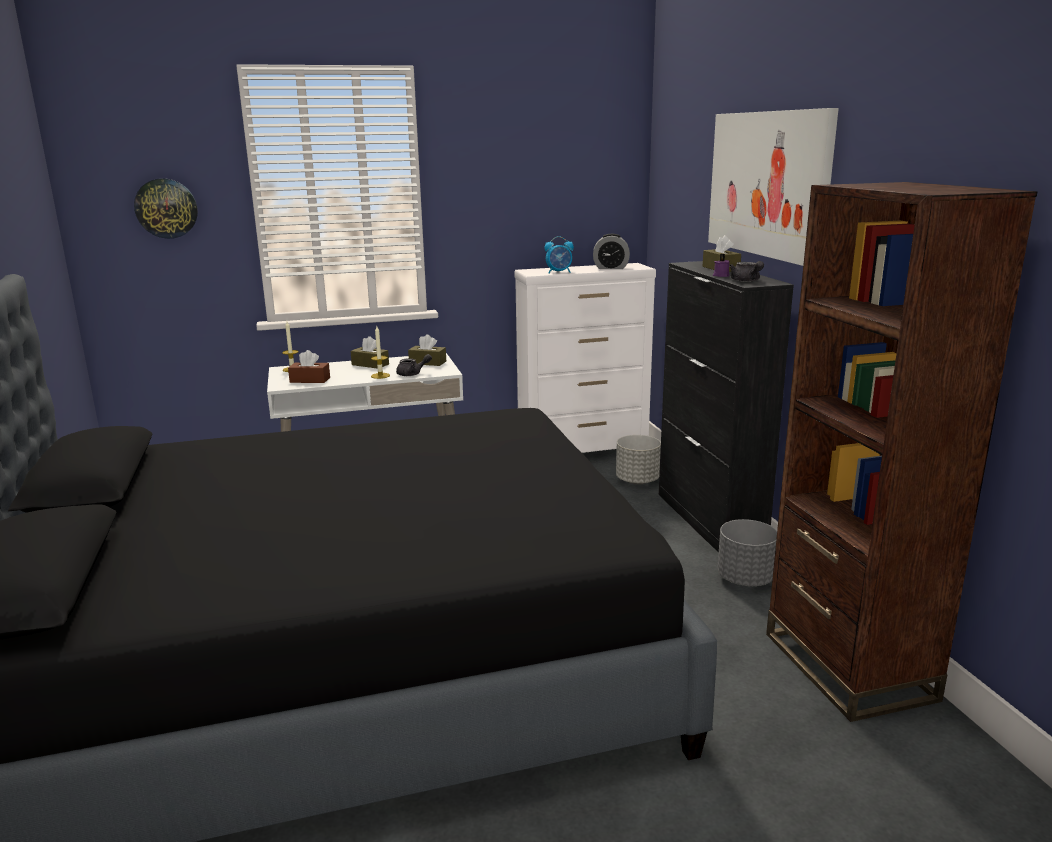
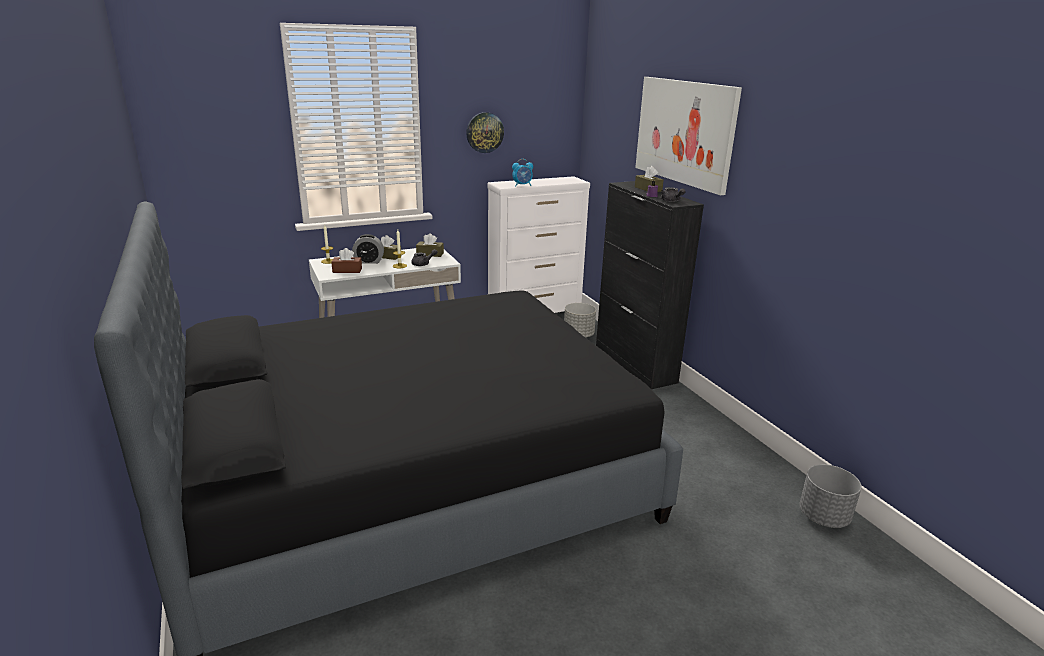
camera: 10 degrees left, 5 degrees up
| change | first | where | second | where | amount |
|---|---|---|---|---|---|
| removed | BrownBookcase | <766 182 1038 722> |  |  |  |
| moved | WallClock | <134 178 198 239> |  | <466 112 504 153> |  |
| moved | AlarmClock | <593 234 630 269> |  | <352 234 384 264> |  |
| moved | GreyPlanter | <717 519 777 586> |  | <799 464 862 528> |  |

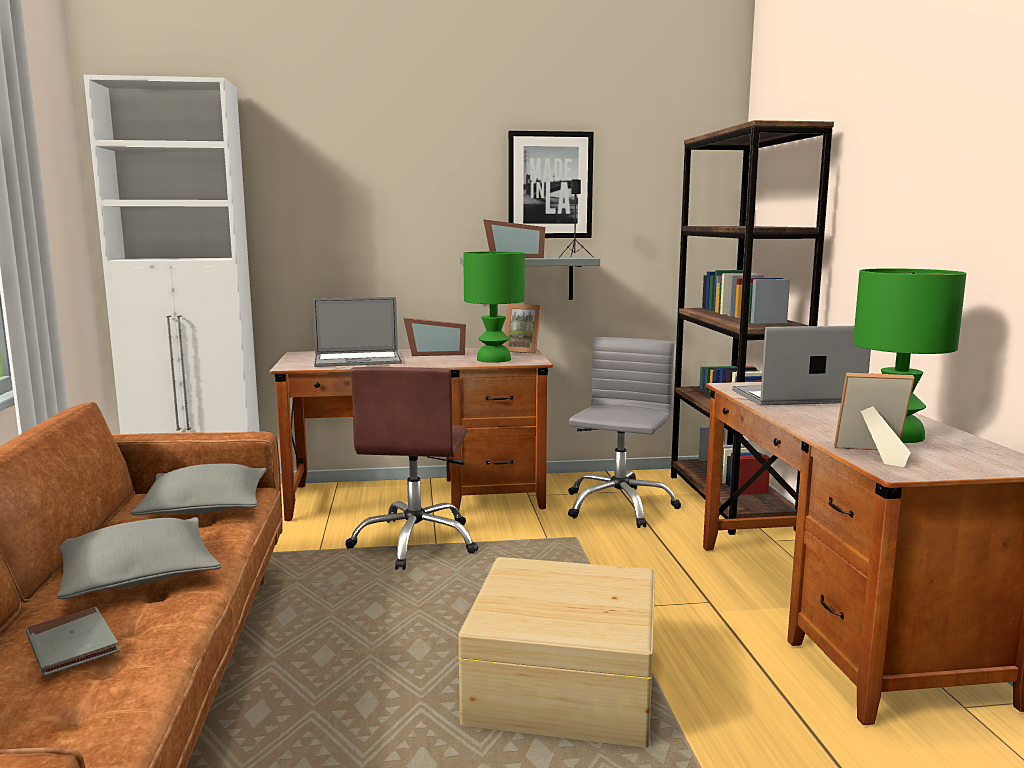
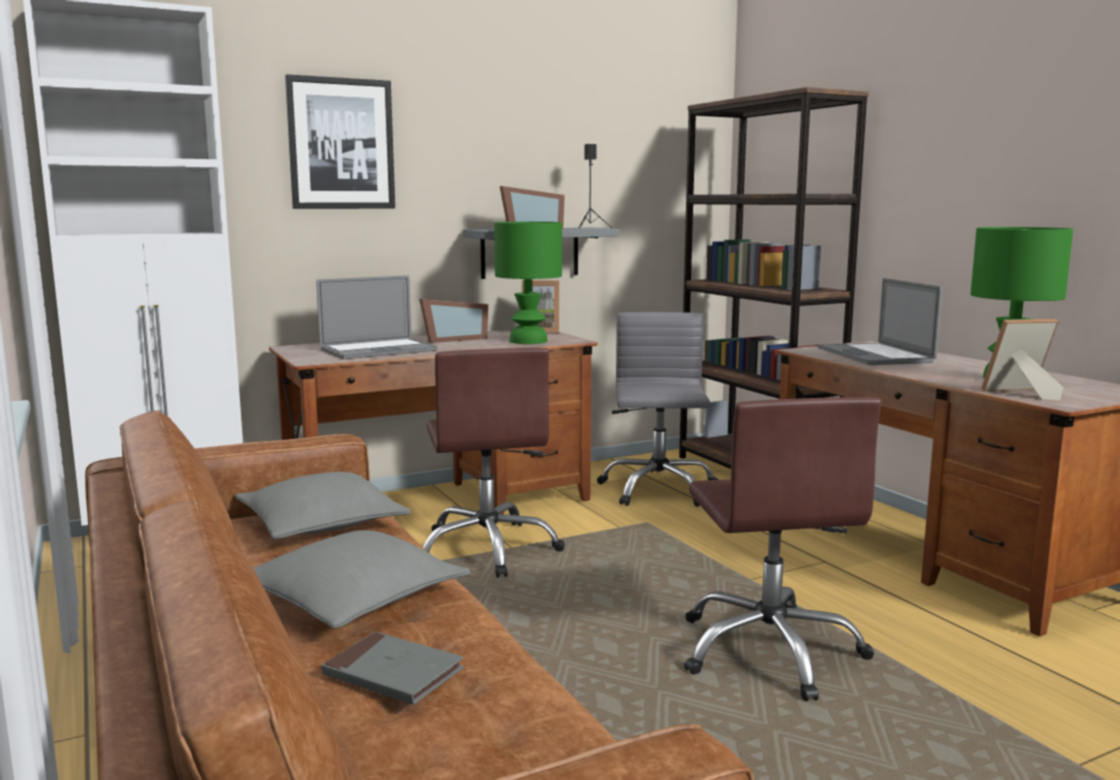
camera: 20 degrees left, 0 degrees up
| change | first | where | second | where | amount |
|---|---|---|---|---|---|
| moved | Picture | <508 131 594 238> |  | <285 74 395 209> |  |
| replaced | BeigeStorageBox | <458 557 655 748> | BrownOfficeChair | <684 397 882 701> |  |
| turned | Laptop | <732 326 871 405> |  | <818 278 942 365> | 75 degrees counterclockwise |

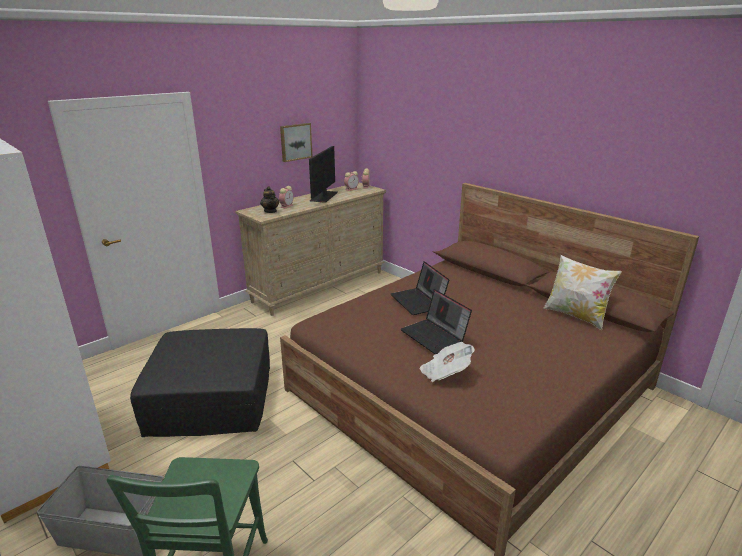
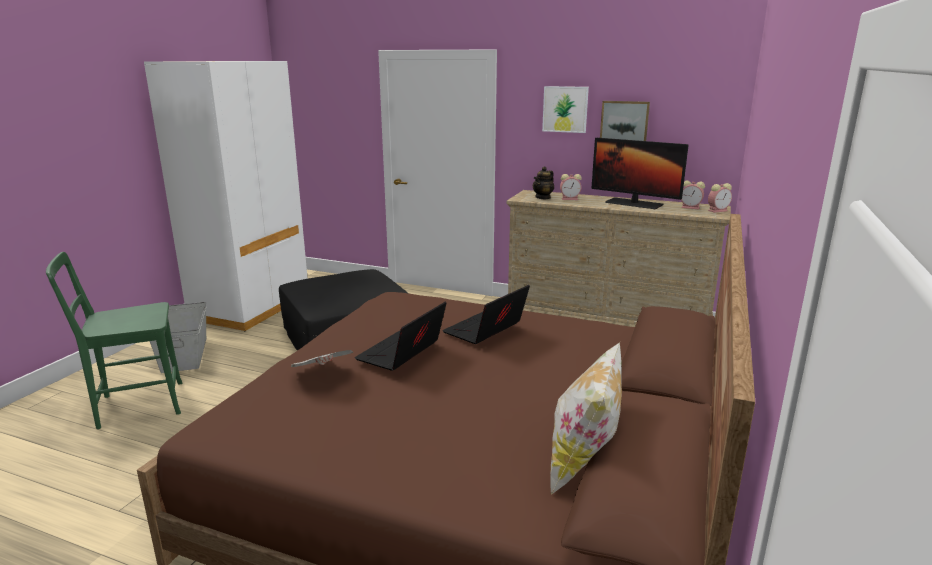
camera: 65 degrees right, 5 degrees down
| change | first | where | second | where | amount |
|---|---|---|---|---|---|
| added |  |  | Picture | <542 86 589 133> |  |
| turned | Monitor | <309 146 338 203> |  | <592 138 689 209> | 135 degrees counterclockwise |

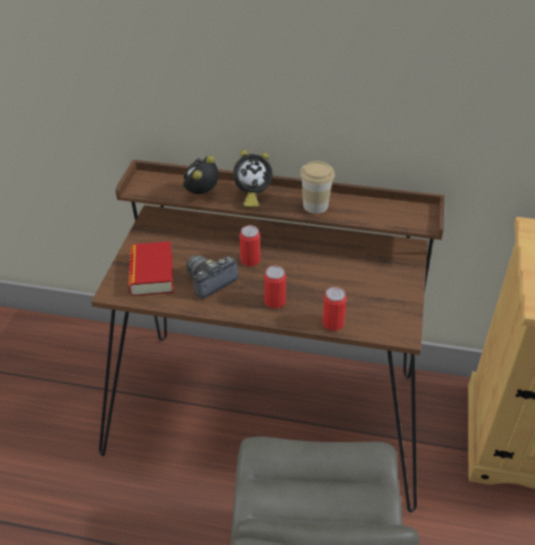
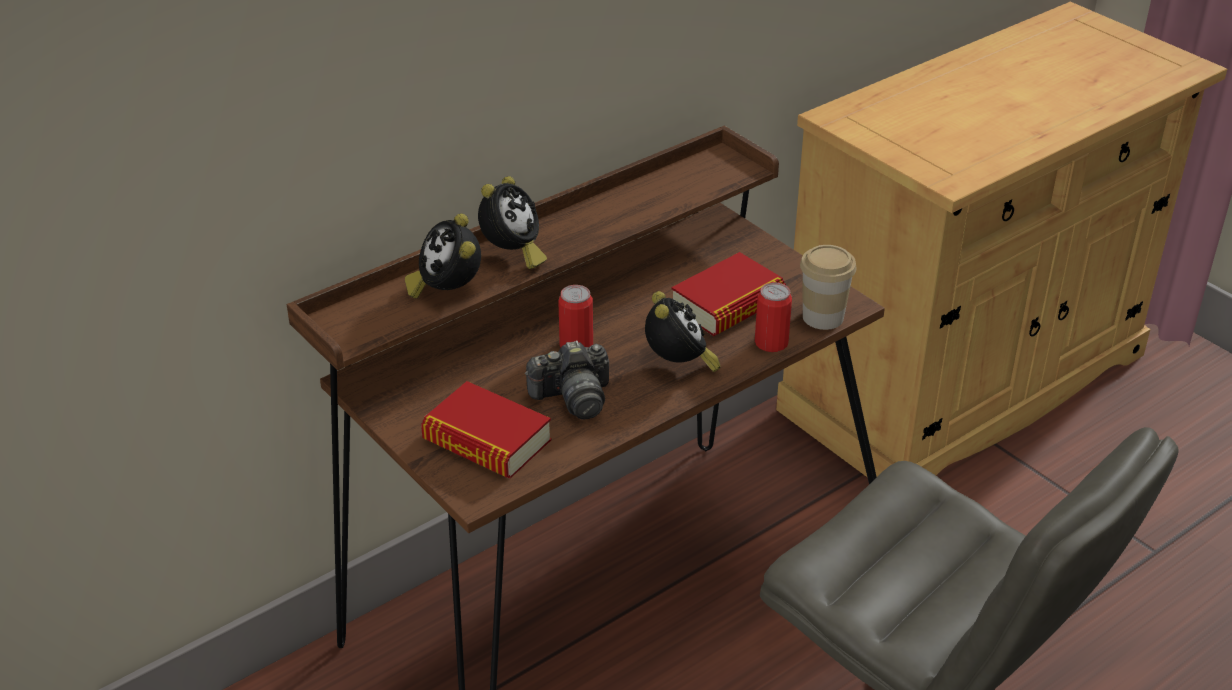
camera: 50 degrees left, 5 degrees down
| change | first | where | second | where | amount |
|---|---|---|---|---|---|
| added |  |  | Book | <672 252 786 336> |  |
| moved | Cup | <300 161 335 214> |  | <800 245 856 330> |  |
| replaced | Can | <264 266 286 309> | AlarmClock | <645 291 721 372> |  |
| turned | PhotoCamera | <186 255 238 299> |  | <525 341 609 420> | 105 degrees counterclockwise |

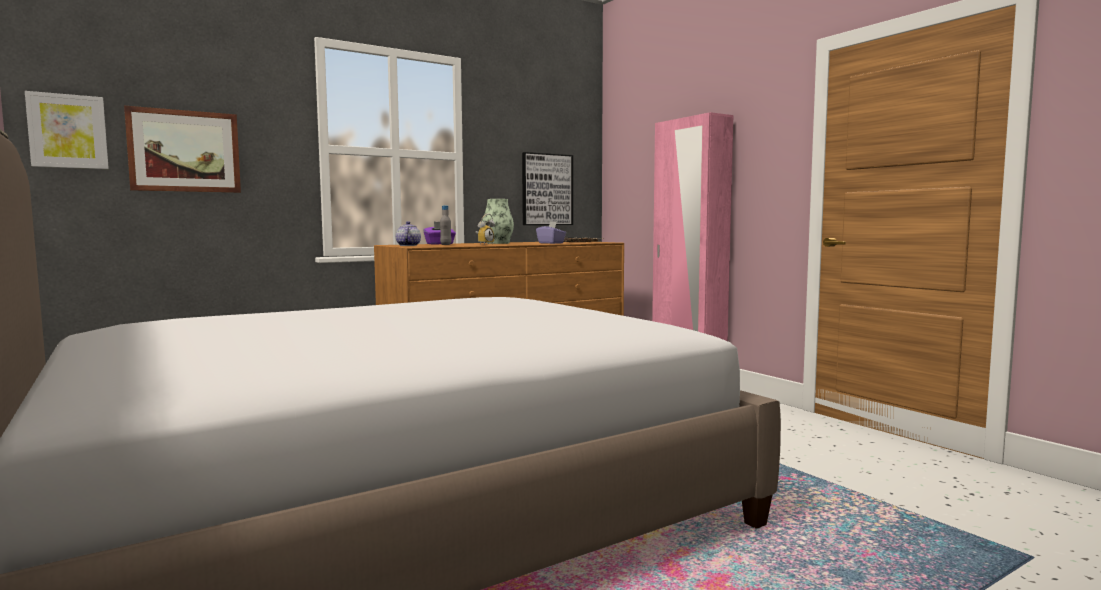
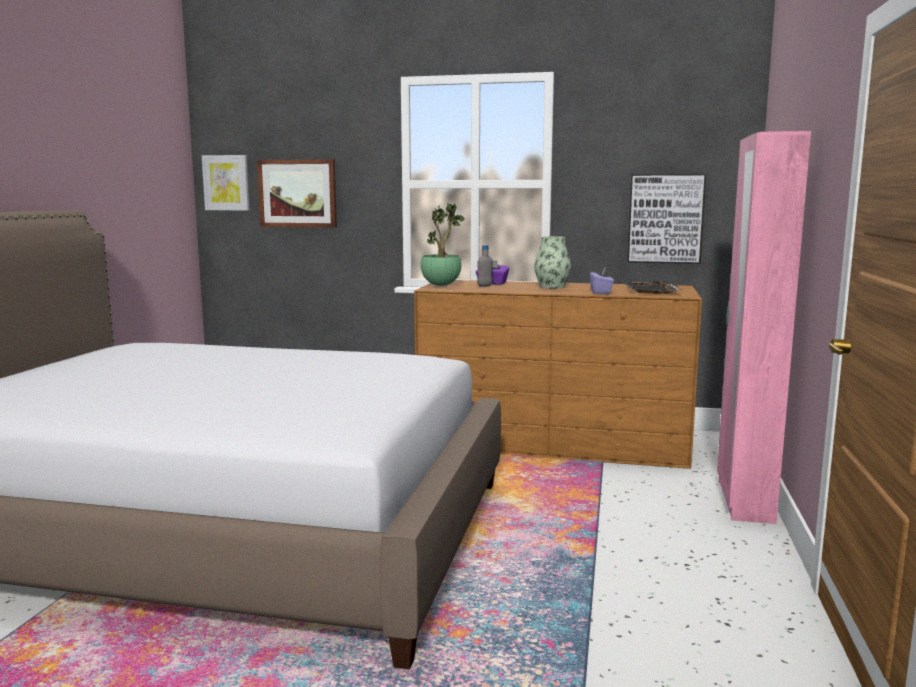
camera: 45 degrees right, 5 degrees up
| change | first | where | second | where | amount |
|---|---|---|---|---|---|
| removed | AlarmClock | <475 214 495 244> |  |  |  |
| replaced | Teapot | <396 221 421 246> | PottedPlant | <421 204 465 286> |  |

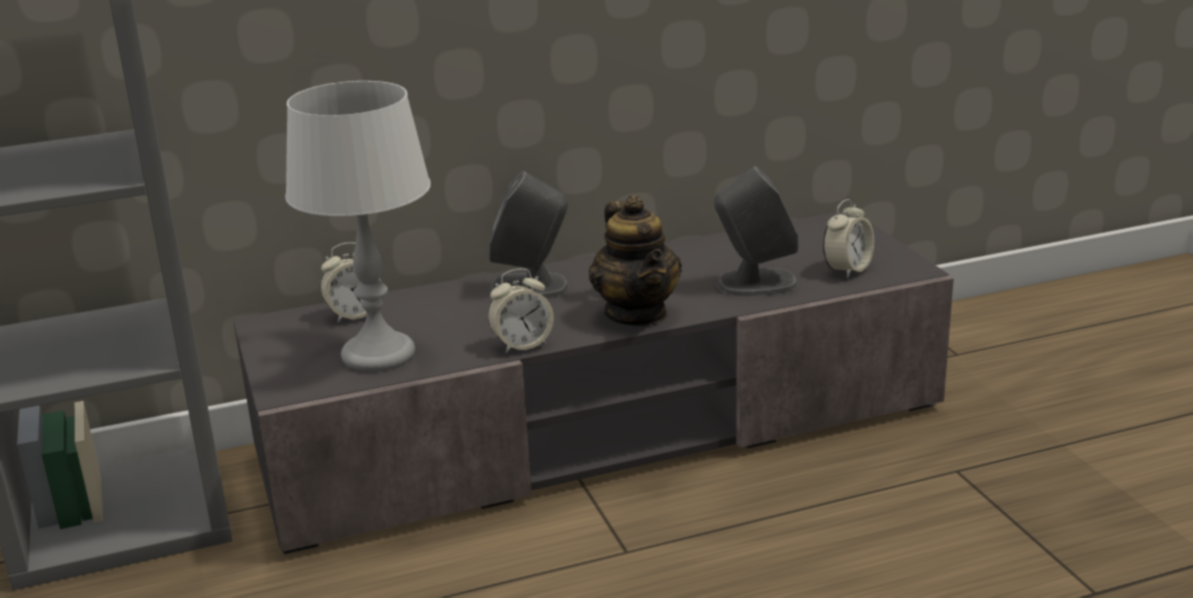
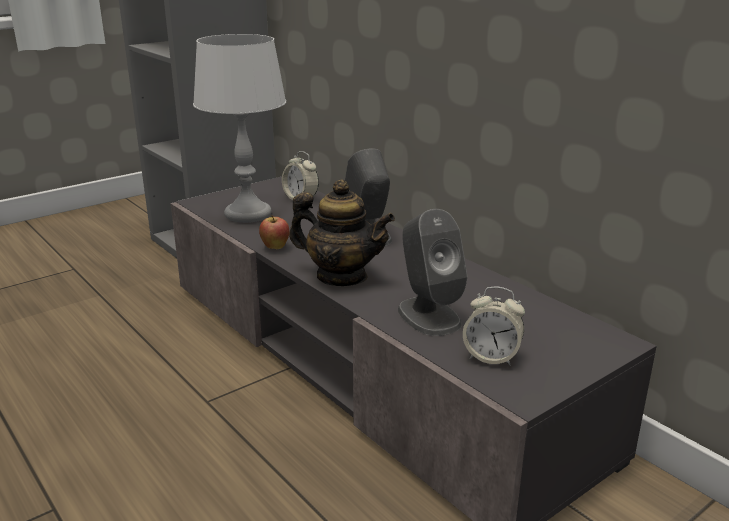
camera: 70 degrees right, 0 degrees up
| change | first | where | second | where | amount |
|---|---|---|---|---|---|
| replaced | AlarmClock | <488 269 554 354> | Apple | <259 215 290 249> |  |
| turned | Teapot | <589 195 682 326> |  | <289 180 395 286> | 120 degrees counterclockwise |

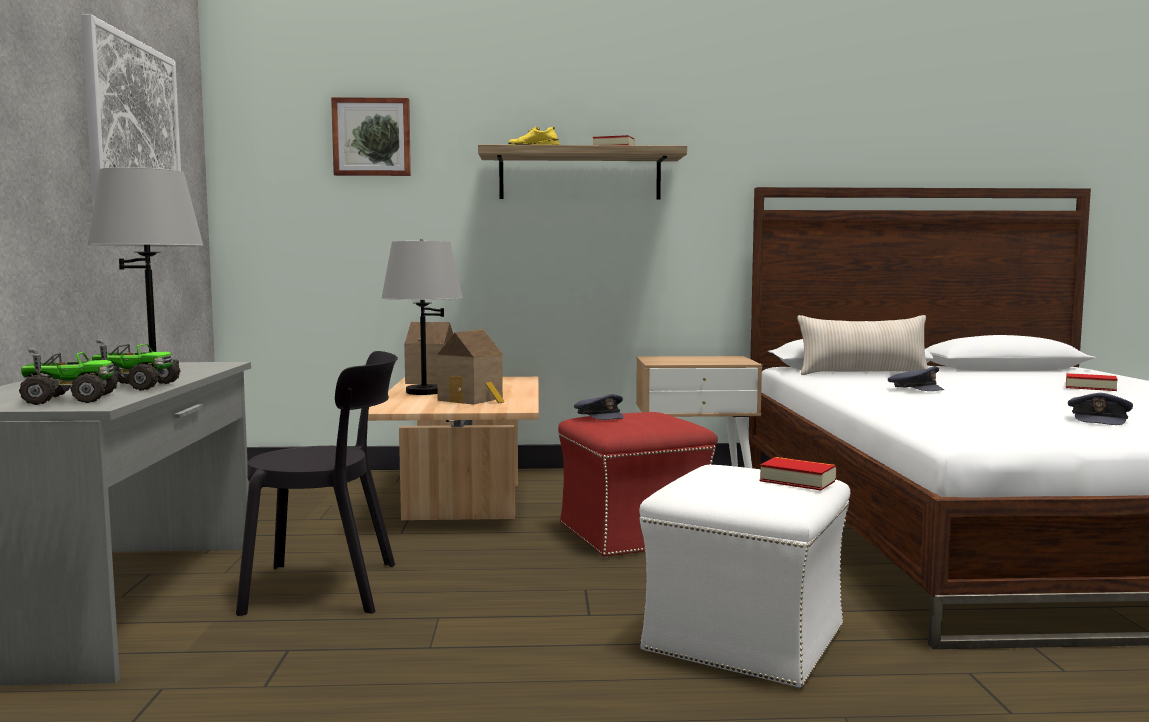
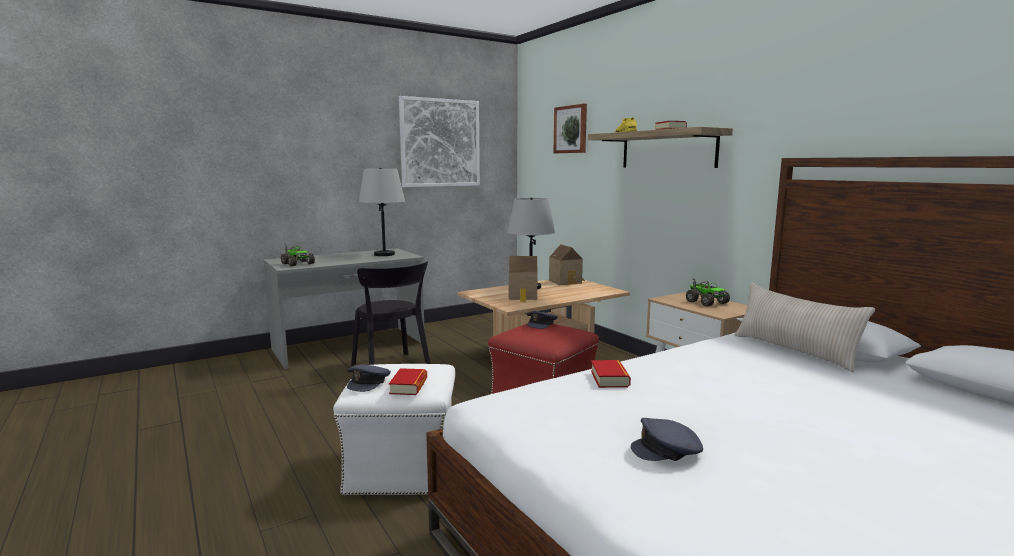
camera: 60 degrees right, 5 degrees up
| change | first | where | second | where | amount |
|---|---|---|---|---|---|
| moved | ToyTruck | <92 339 181 391> |  | <686 278 730 307> |  |
| moved | GreyCap | <888 366 944 391> |  | <347 364 391 392> |  |
| moved | Book | <1066 373 1117 391> |  | <591 360 631 388> |  |

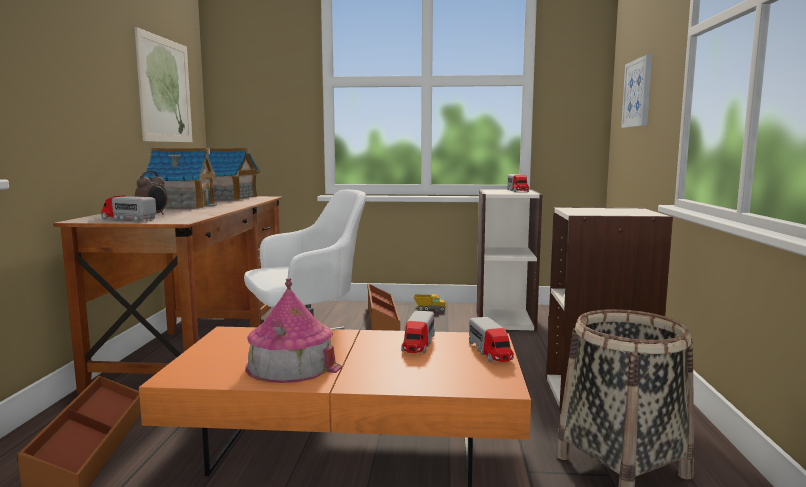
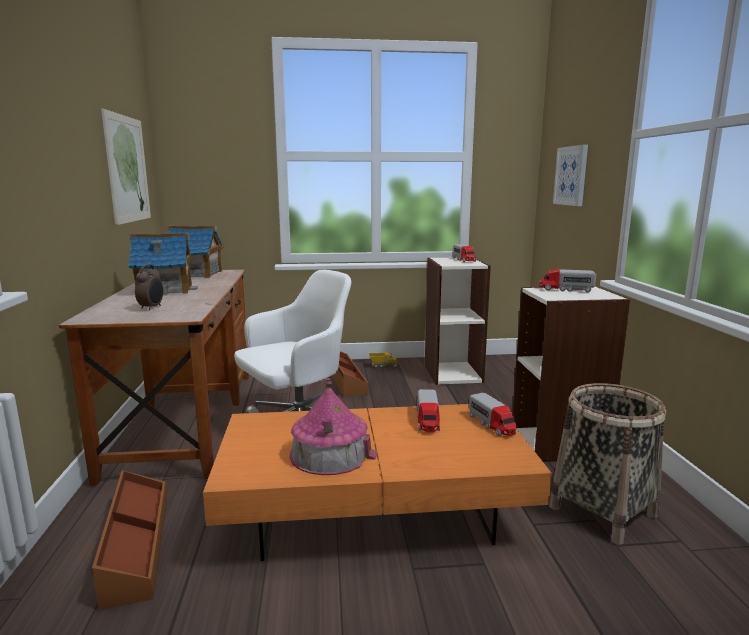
camera: 10 degrees left, 5 degrees up
| change | first | where | second | where | amount |
|---|---|---|---|---|---|
| moved | ToyTruck | <101 195 156 222> |  | <539 269 596 292> |  |

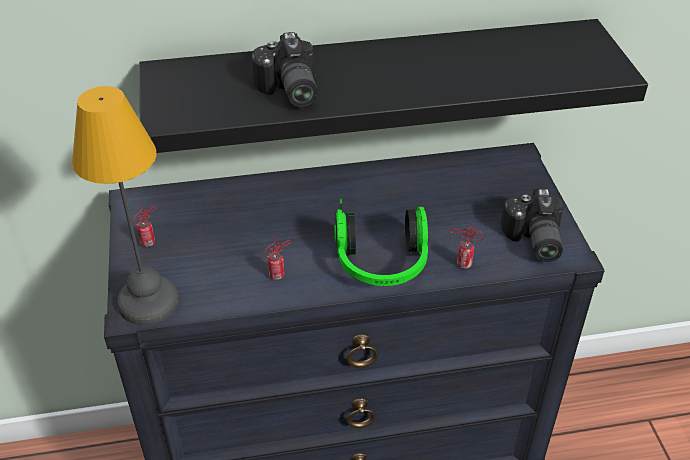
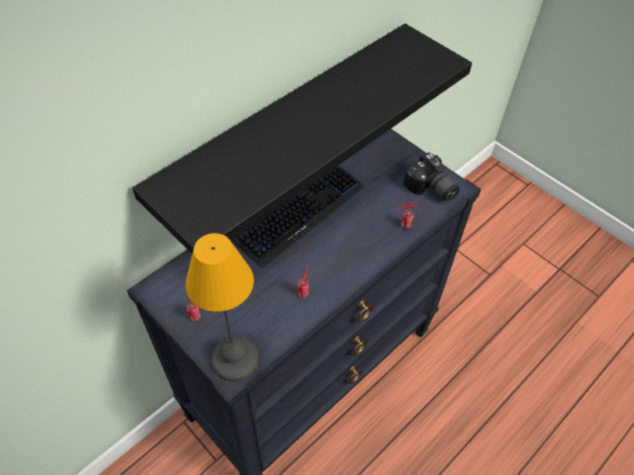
camera: 35 degrees left, 10 degrees up
| change | first | where | second | where | amount |
|---|---|---|---|---|---|
| removed | PhotoCamera | <251 32 318 107> |  |  |  |
| removed | Headphones | <334 199 428 286> |  |  |  |
| added |  |  | Keyboard | <234 165 364 267> |  |

